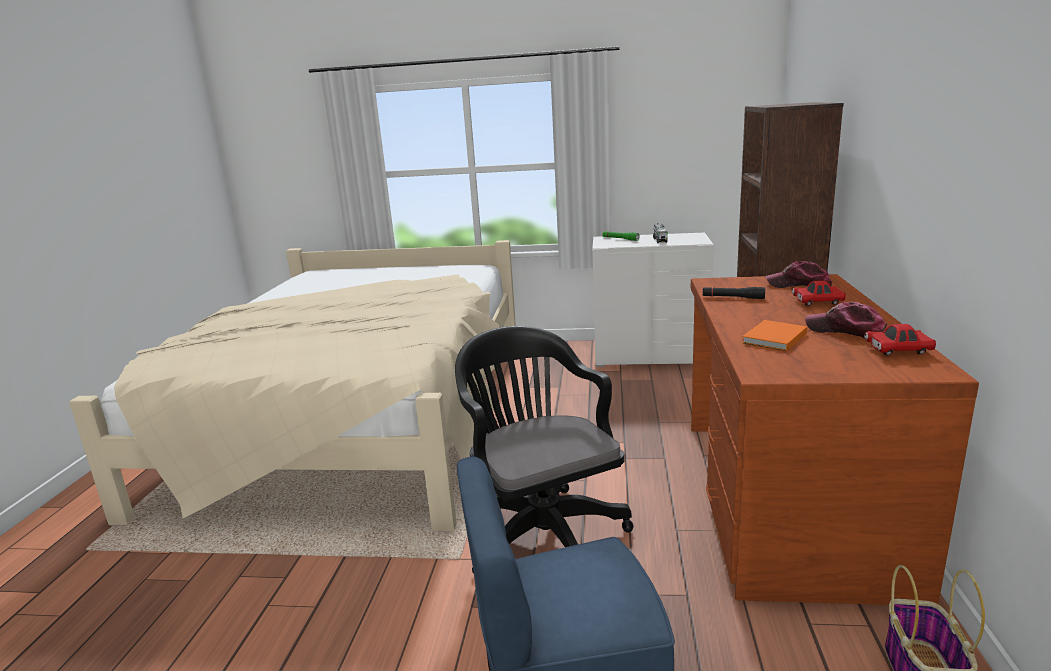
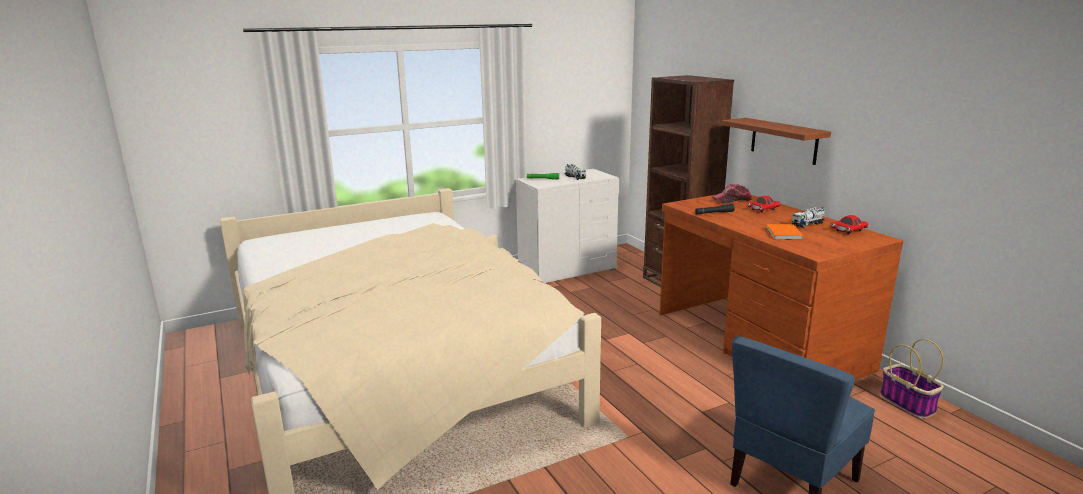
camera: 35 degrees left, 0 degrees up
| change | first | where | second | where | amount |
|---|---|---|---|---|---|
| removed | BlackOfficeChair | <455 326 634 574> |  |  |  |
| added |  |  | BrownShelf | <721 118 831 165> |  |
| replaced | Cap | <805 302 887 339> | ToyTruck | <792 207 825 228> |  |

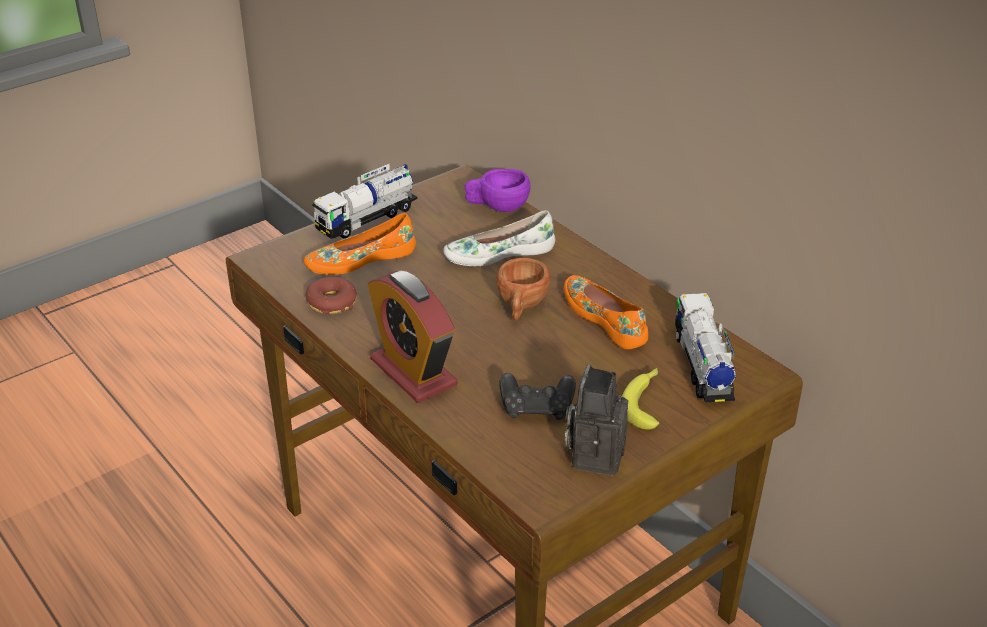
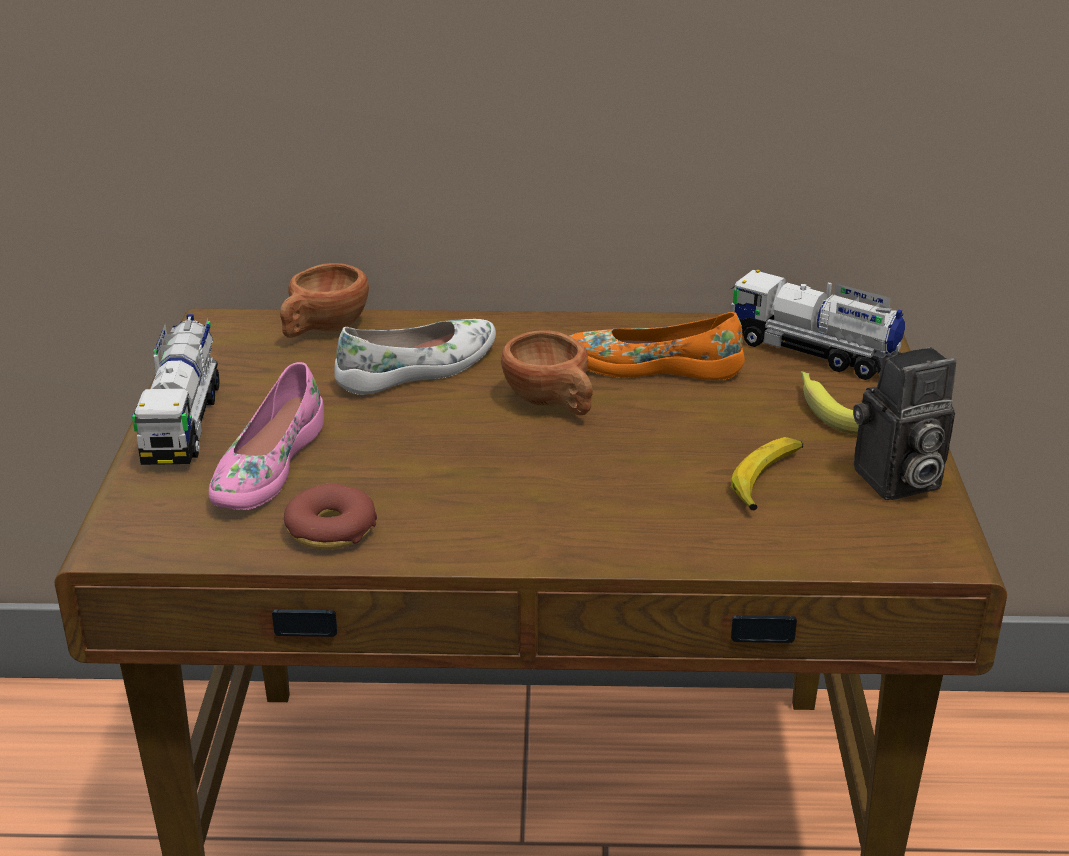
camera: 50 degrees left, 5 degrees down
| change | first | where | second | where | amount |
|---|---|---|---|---|---|
| removed | AlarmClock | <368 270 457 403> |  |  |  |
| replaced | BlackGameController | <500 373 576 420> | Banana | <731 437 803 510> |  |
| recoloured | OrangeShoe | <304 213 416 275> | PinkShoe | <209 362 324 510> |  |
| recoloured | PurpleCup | <465 169 531 212> | BrownCup | <280 263 369 338> |  |
| turned | WhiteShoe | <443 210 555 266> |  | <334 319 496 395> | 150 degrees counterclockwise |
| turned | PhotoCamera | <565 364 628 476> |  | <853 347 956 500> | 75 degrees counterclockwise |

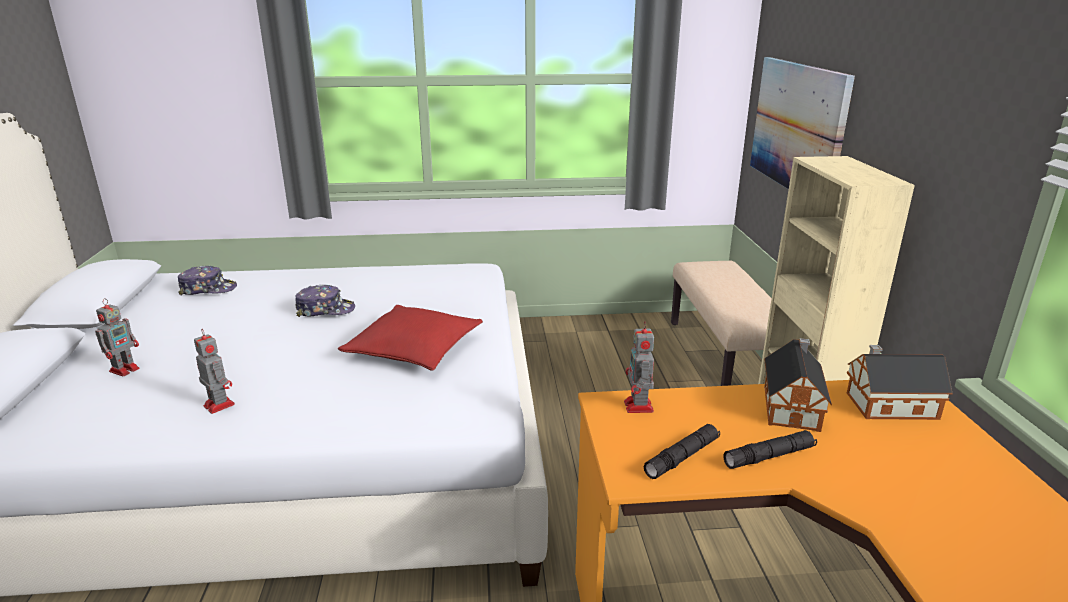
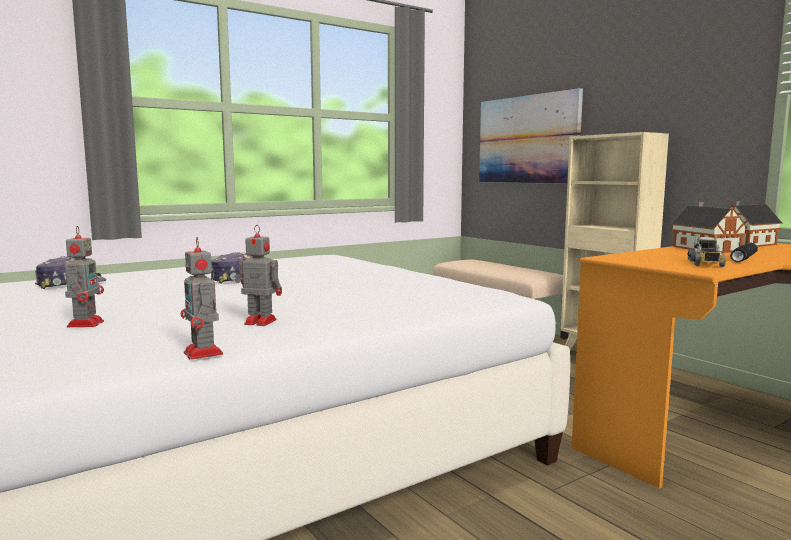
camera: 30 degrees left, 15 degrees down
| change | first | where | second | where | amount |
|---|---|---|---|---|---|
| removed | RedPillow | <338 305 483 371> |  |  |  |
| moved | ToyRobot | <624 321 654 413> |  | <181 237 223 360> |  |
| replaced | BlackFlashlight | <643 424 720 479> | ToyTruck | <687 234 726 267> |  |

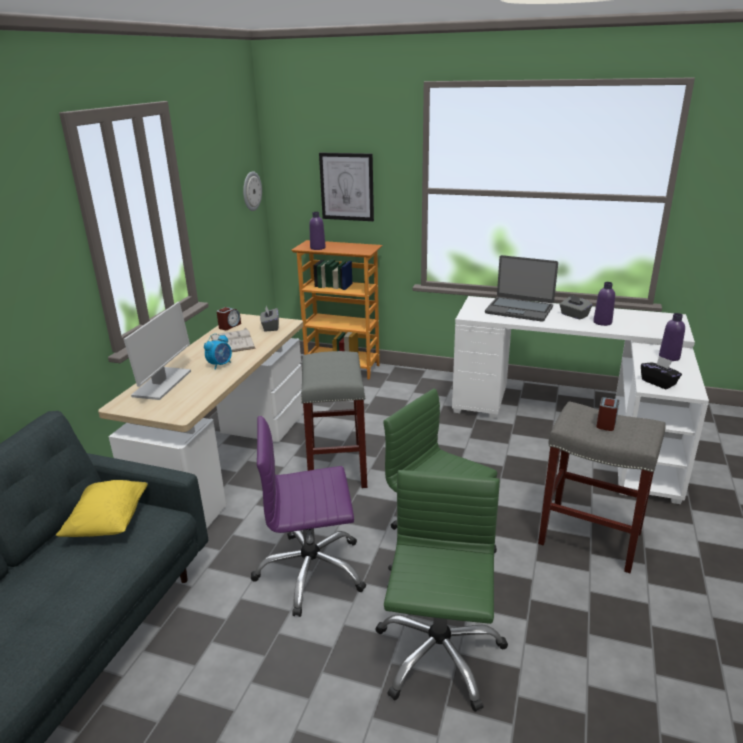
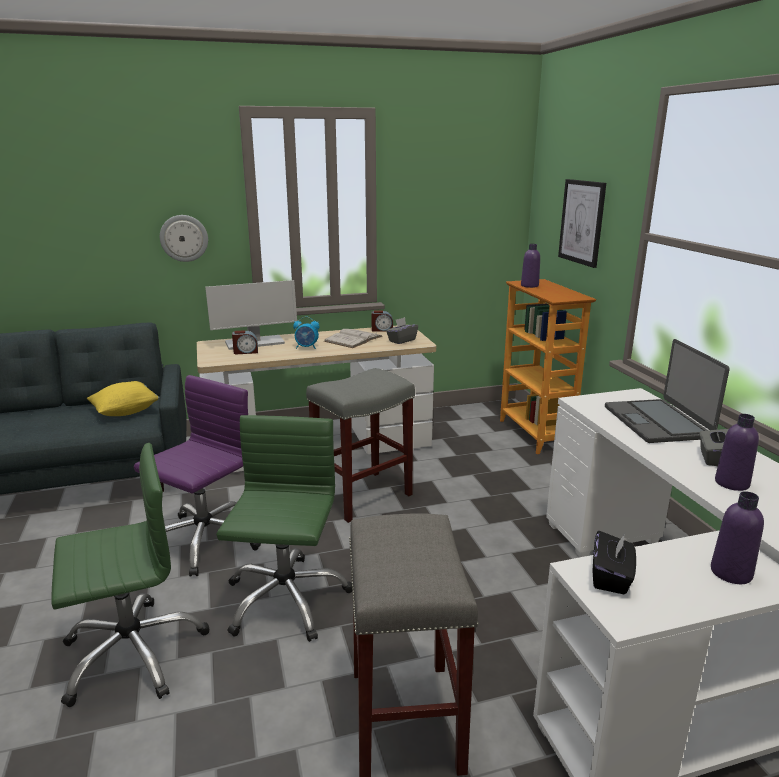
camera: 55 degrees right, 5 degrees down
| change | first | where | second | where | amount |
|---|---|---|---|---|---|
| moved | WallClock | <243 171 262 211> |  | <160 215 208 262> |  |
| moved | AlarmClock | <596 397 620 431> |  | <232 330 258 354> |  |
| turned | PurpleOfficeChair | <251 416 366 617> |  | <134 375 261 577> | 75 degrees clockwise |

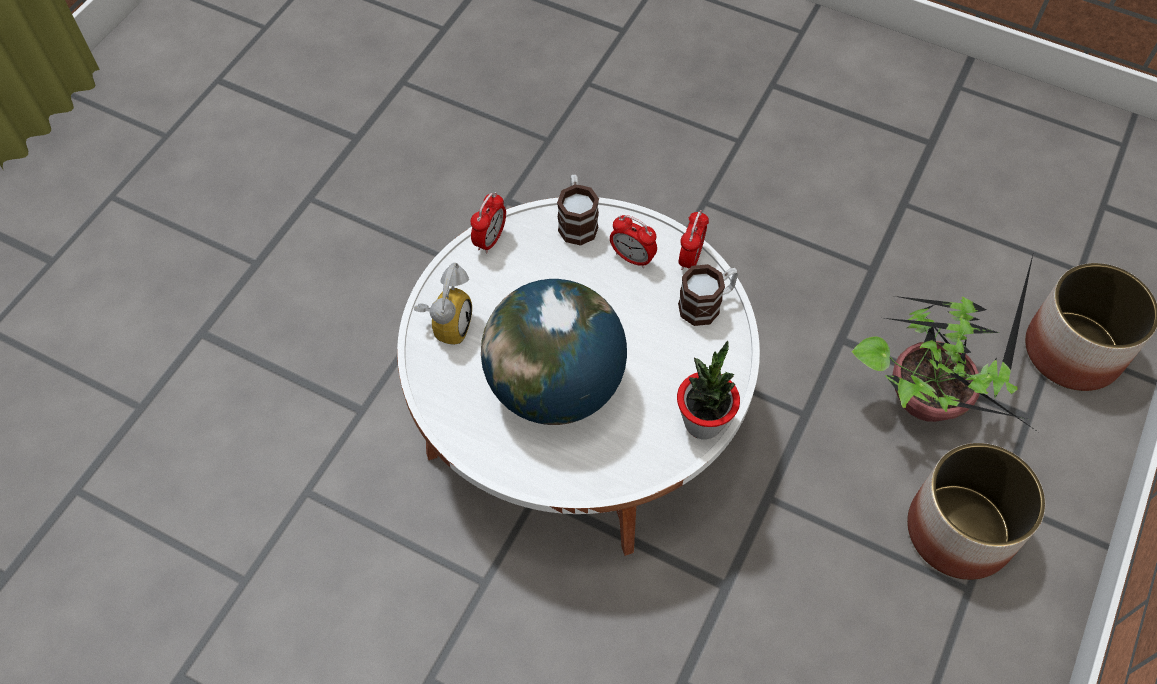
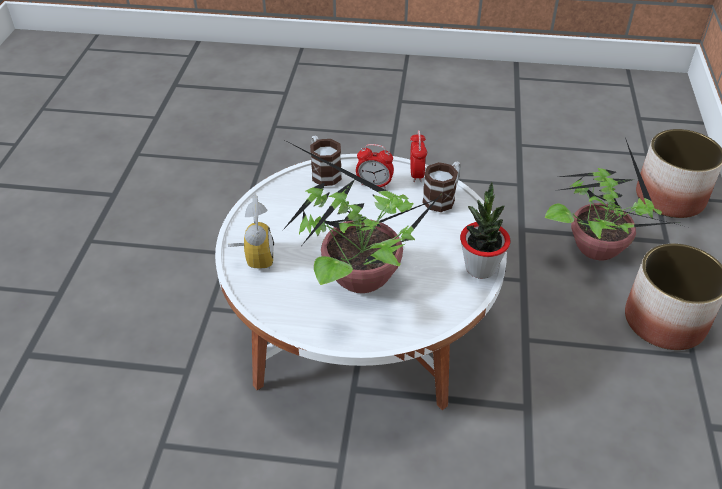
camera: 20 degrees left, 15 degrees down
| change | first | where | second | where | amount |
|---|---|---|---|---|---|
| removed | AlarmClock | <471 192 506 254> |  |  |  |
| replaced | Globe | <481 279 627 425> | PottedPlant | <282 143 454 293> |  |

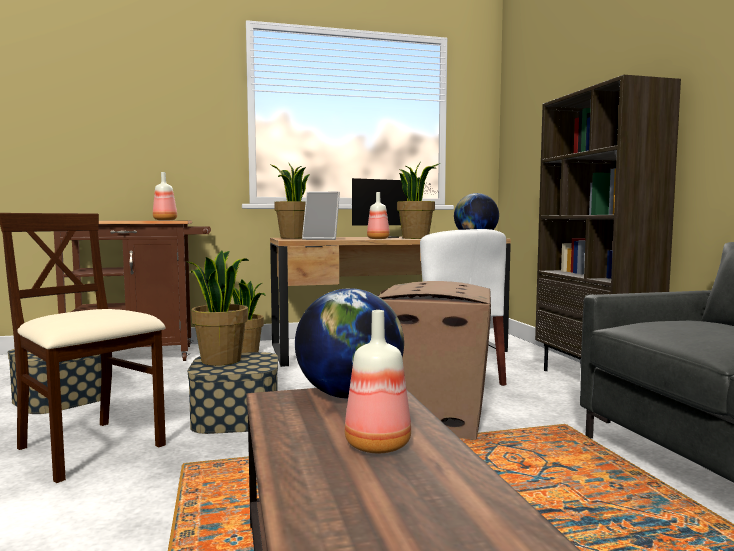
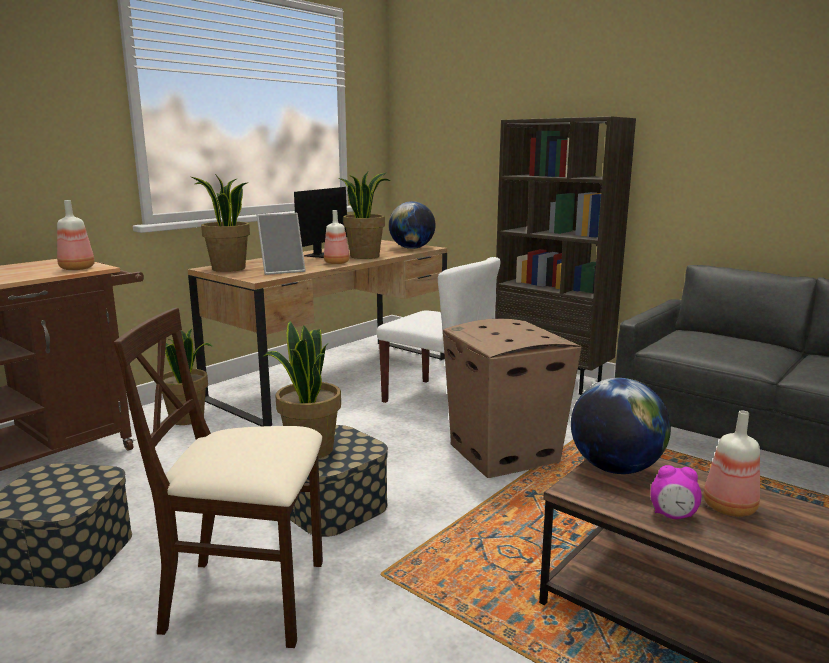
camera: 35 degrees left, 10 degrees up
| change | first | where | second | where | amount |
|---|---|---|---|---|---|
| added |  |  | AlarmClock | <651 465 702 519> |  |

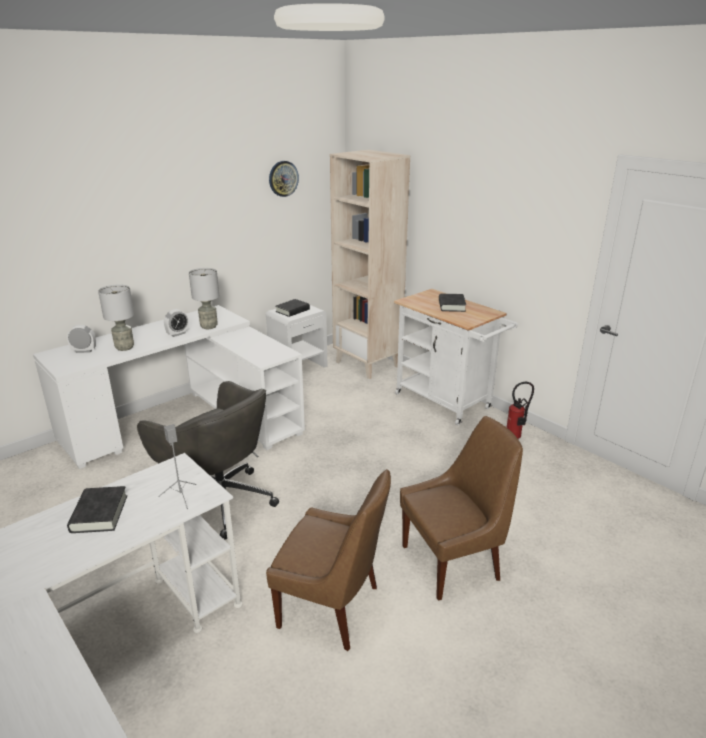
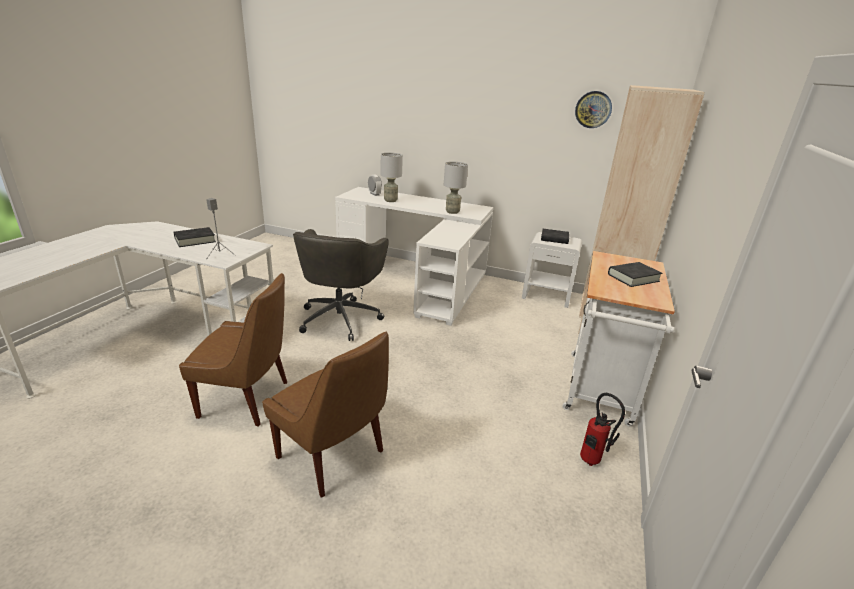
camera: 60 degrees right, 0 degrees up
| change | first | where | second | where | amount |
|---|---|---|---|---|---|
| removed | AlarmClock | <164 309 189 337> |  |  |  |
| turned | BrownChair | <266 469 391 651> |  | <179 273 287 427> | 75 degrees counterclockwise |

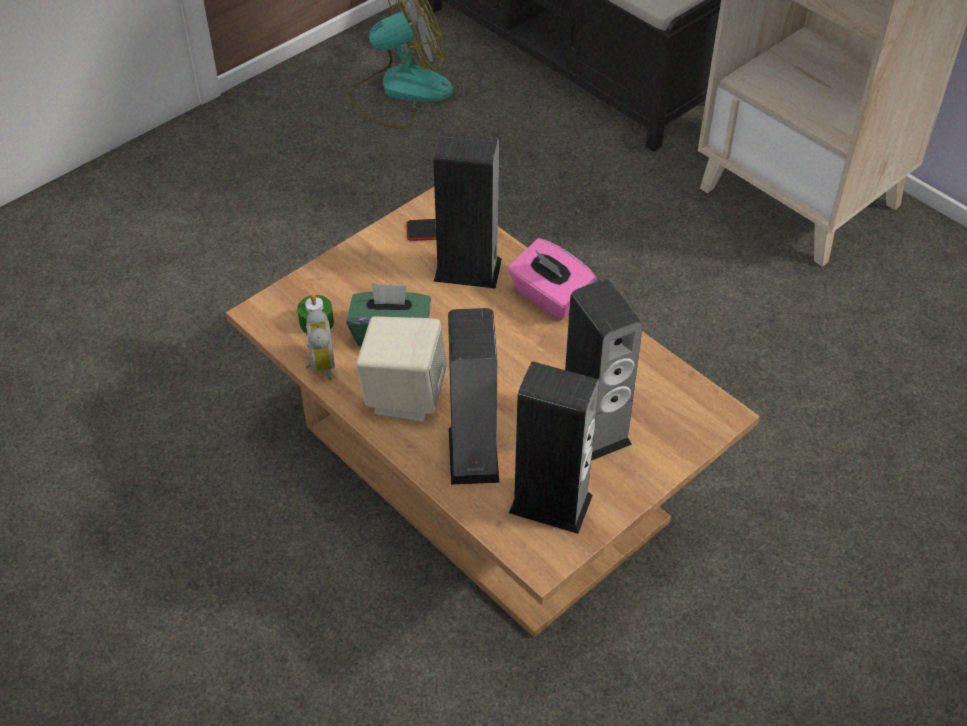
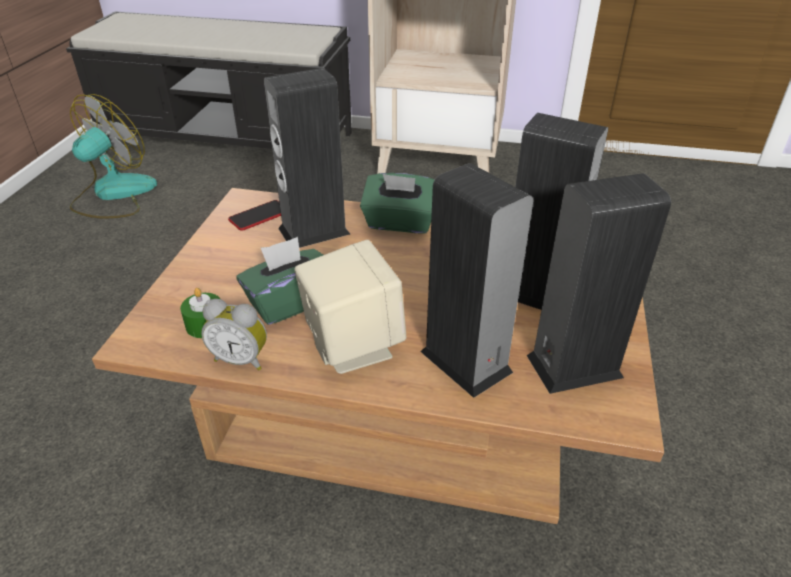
camera: 35 degrees left, 10 degrees down
| change | first | where | second | where | amount |
|---|---|---|---|---|---|
| recoloured | PinkTissueBox | <508 238 596 320> | GreenTissueBox | <360 173 435 233> |  |
| turned | AlarmClock | <306 309 335 380> |  | <201 299 267 370> | 150 degrees clockwise |

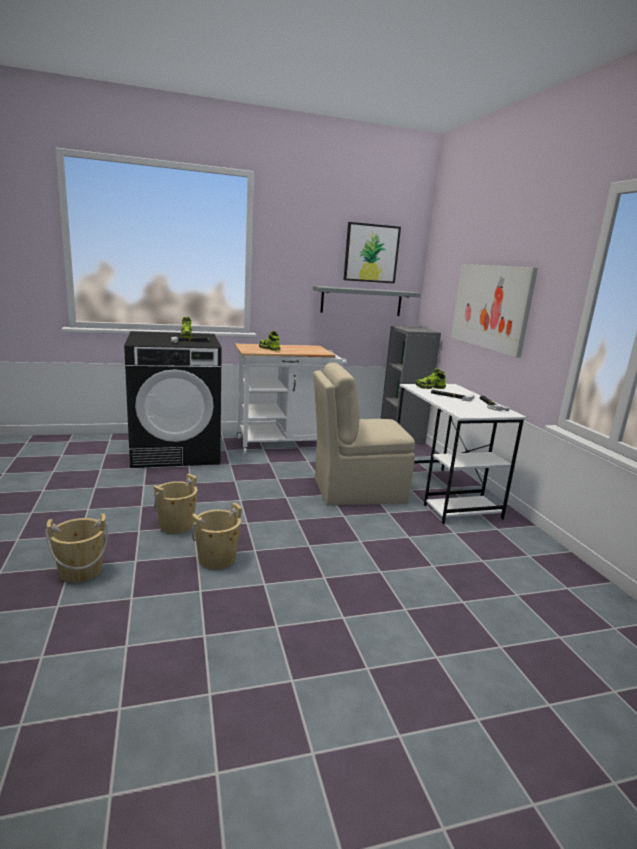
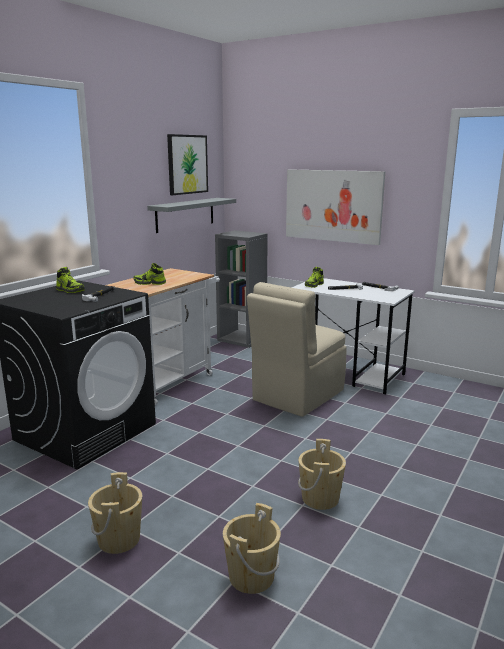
camera: 40 degrees left, 0 degrees up
| change | first | where | second | where | amount |
|---|---|---|---|---|---|
| moved | BeigeBucket | <154 474 198 534> |  | <88 472 142 554> |  |

